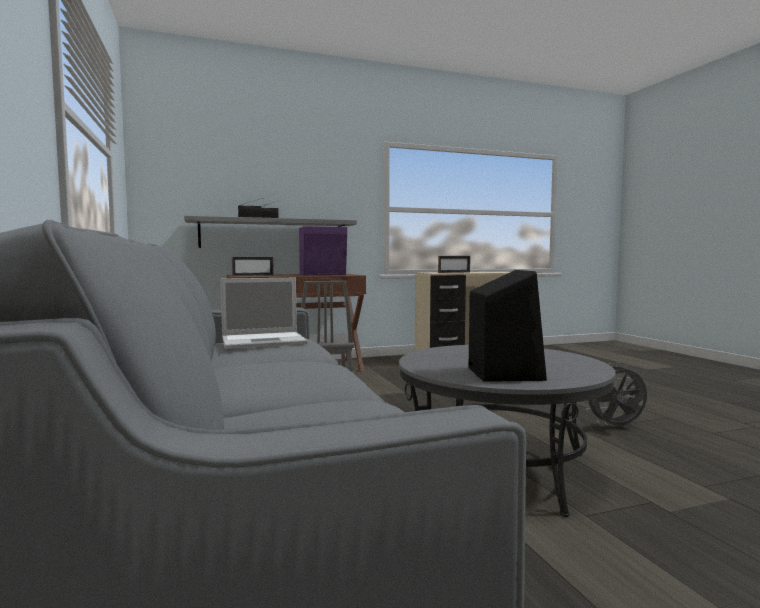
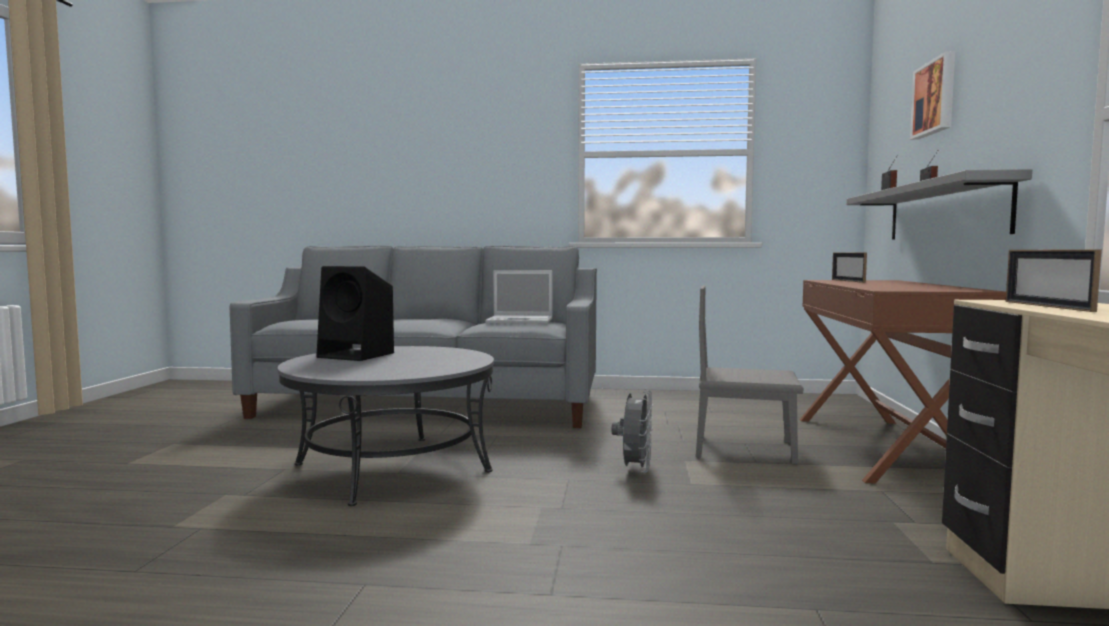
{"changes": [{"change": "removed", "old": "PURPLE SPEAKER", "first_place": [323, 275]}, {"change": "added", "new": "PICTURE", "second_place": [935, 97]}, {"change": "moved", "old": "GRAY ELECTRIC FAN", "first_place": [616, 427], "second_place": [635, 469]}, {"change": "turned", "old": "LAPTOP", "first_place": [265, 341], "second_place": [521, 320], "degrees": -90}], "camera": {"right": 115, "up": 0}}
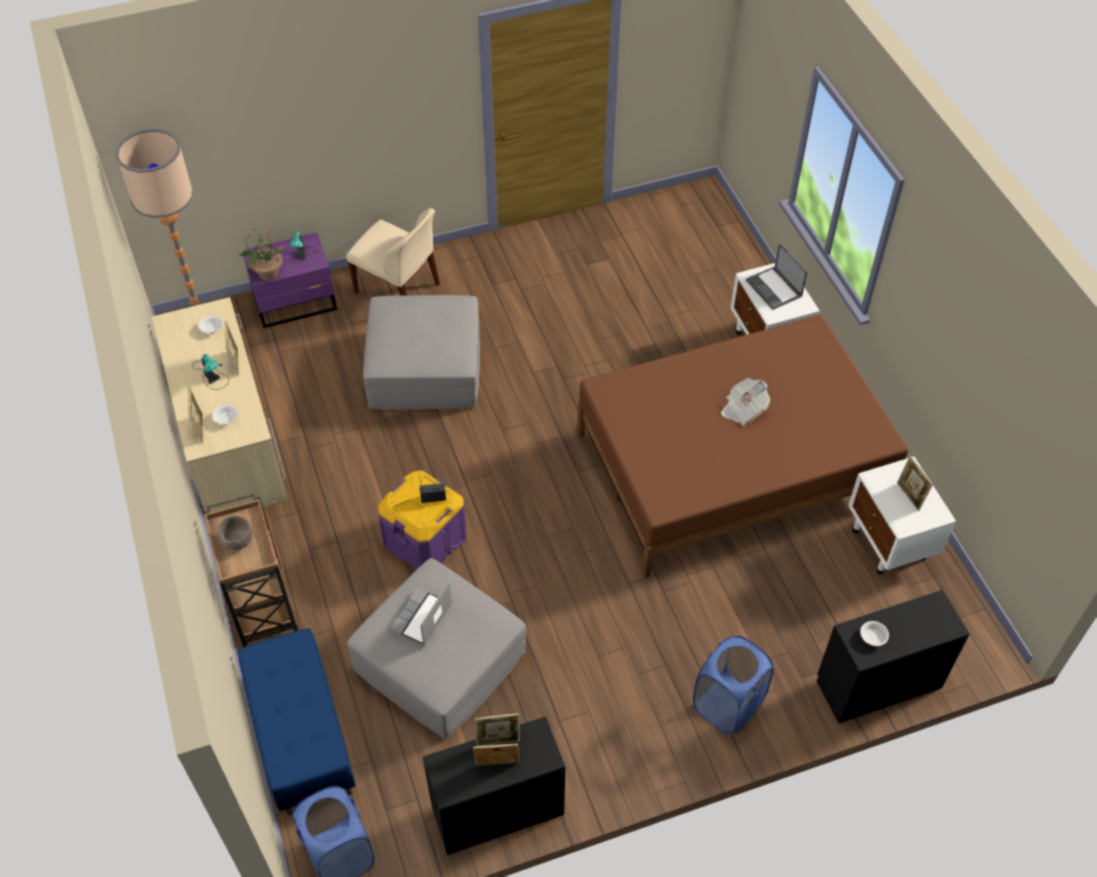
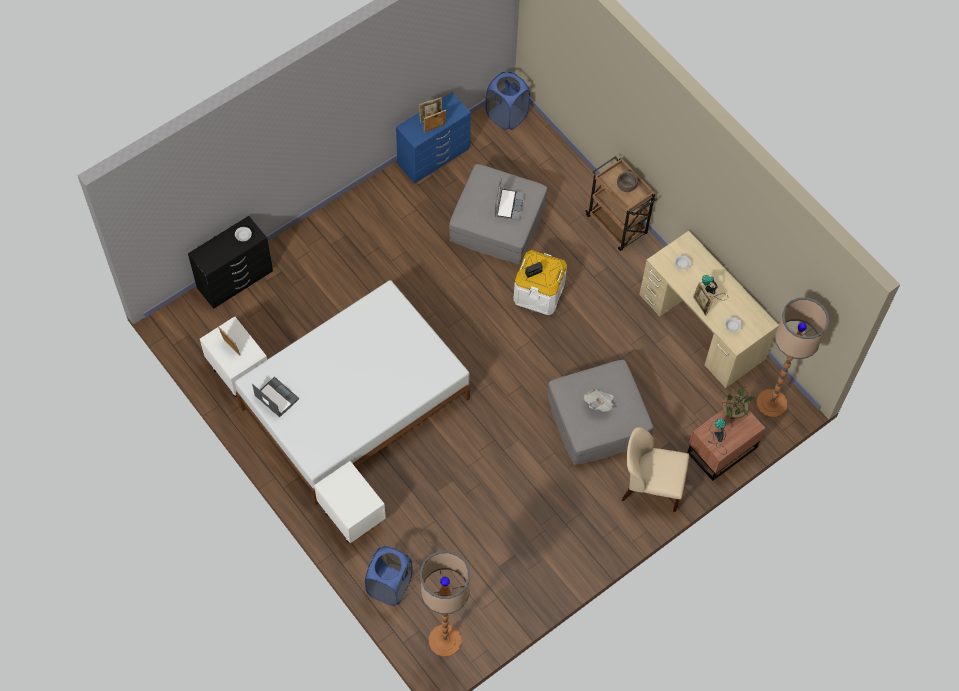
{"changes": [{"change": "removed", "old": "PHOTO FRAME", "first_place": [200, 428]}, {"change": "removed", "old": "BLUE BENCH", "first_place": [301, 737]}, {"change": "added", "new": "STANDARD LAMP", "second_place": [445, 640]}, {"change": "moved", "old": "BLUE WASHING BASKET", "first_place": [727, 705], "second_place": [389, 586]}, {"change": "moved", "old": "DAILY PAPER", "first_place": [743, 409], "second_place": [599, 404]}, {"change": "moved", "old": "LAPTOP", "first_place": [774, 288], "second_place": [276, 397]}, {"change": "recoloured", "old": "PURPLE NIGHTSTAND", "new": "BROWN NIGHTSTAND", "first_place": [296, 303], "second_place": [720, 450]}, {"change": "recoloured", "old": "PURPLE STORAGE BOX", "new": "WHITE STORAGE BOX", "first_place": [425, 540], "second_place": [539, 292]}, {"change": "recoloured", "old": "BLACK-COLOURED DRAWER CHEST", "new": "BLUE DRAWER CHEST", "first_place": [496, 809], "second_place": [434, 157]}, {"change": "recoloured", "old": "BROWN BEDROOM BED", "new": "WHITE BEDROOM BED", "first_place": [732, 466], "second_place": [354, 402]}], "camera": {"right": 160, "up": 10}}
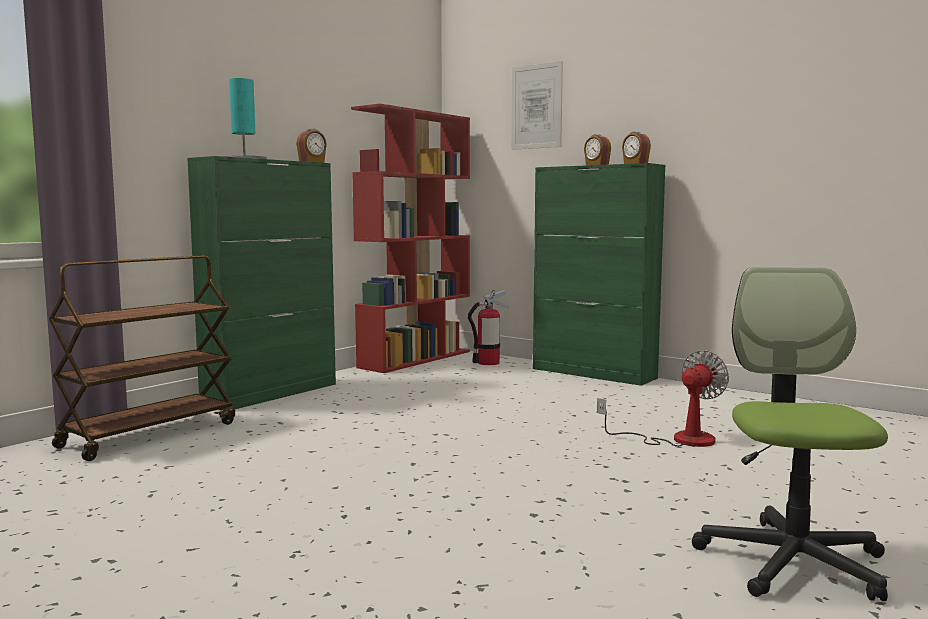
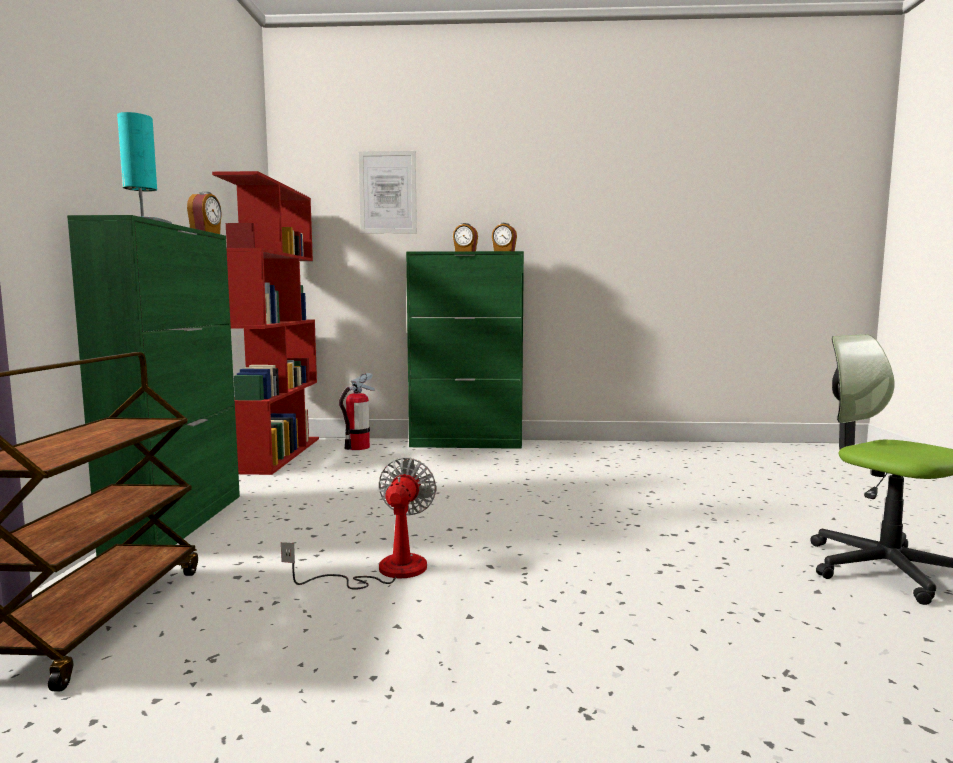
{"changes": [{"change": "moved", "old": "ELECTRIC FAN", "first_place": [678, 439], "second_place": [384, 571]}], "camera": {"right": -35, "up": 0}}
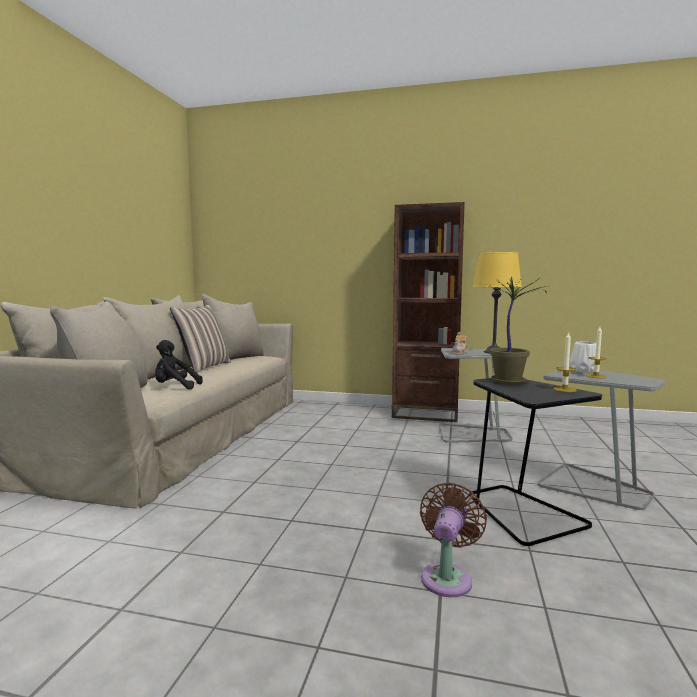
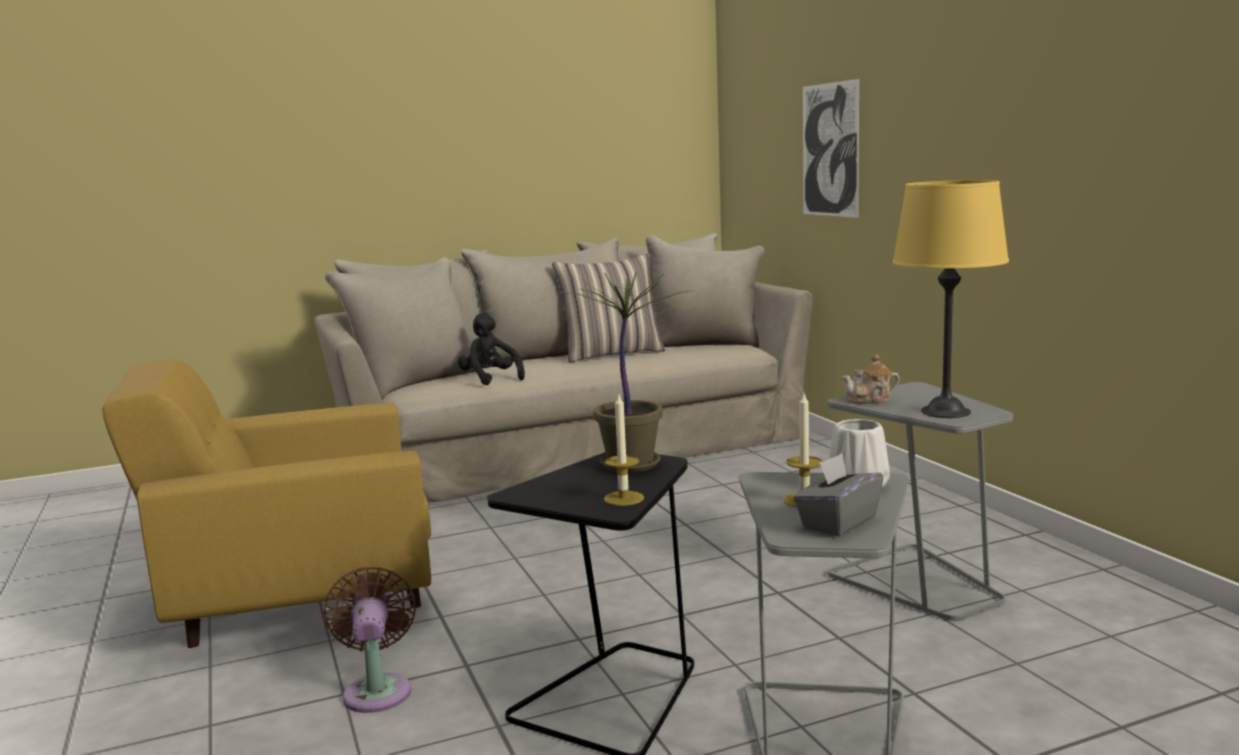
{"changes": [{"change": "removed", "old": "BROWN SHELVING UNIT", "first_place": [425, 414]}, {"change": "added", "new": "YELLOW EASY CHAIR", "second_place": [296, 596]}, {"change": "added", "new": "GRAY TISSUE HOLDER", "second_place": [838, 523]}, {"change": "added", "new": "PICTURE", "second_place": [830, 150]}, {"change": "turned", "old": "BROWN ELECTRIC FAN", "first_place": [447, 577], "second_place": [377, 690], "degrees": -90}], "camera": {"right": 55, "up": 5}}
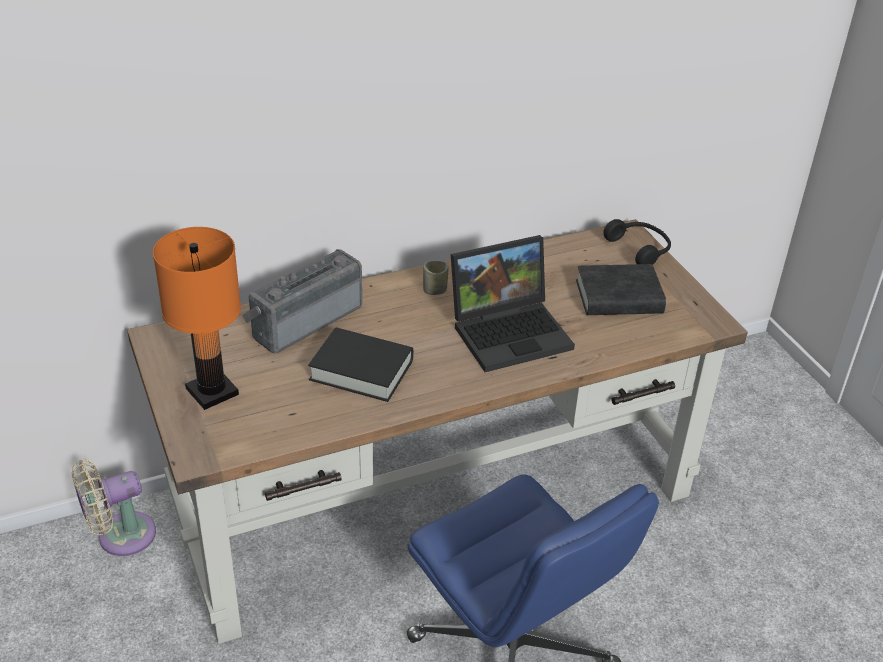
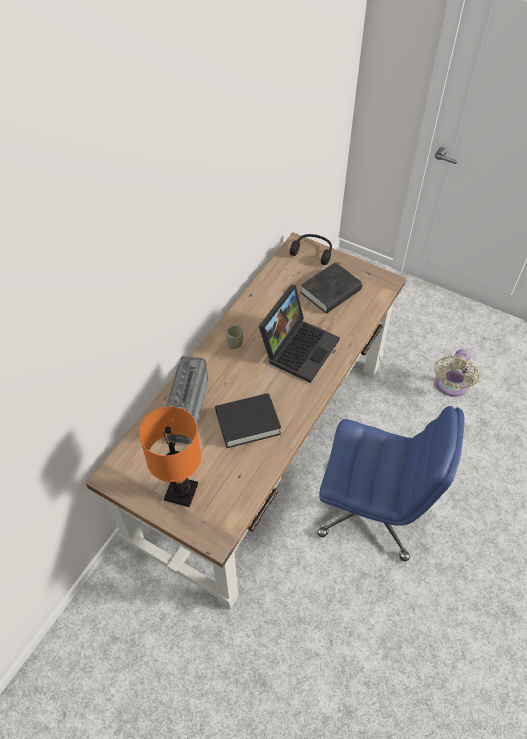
{"changes": [{"change": "moved", "old": "BEIGE-COLOURED ELECTRIC FAN", "first_place": [120, 536], "second_place": [450, 386]}], "camera": {"right": -35, "up": 15}}
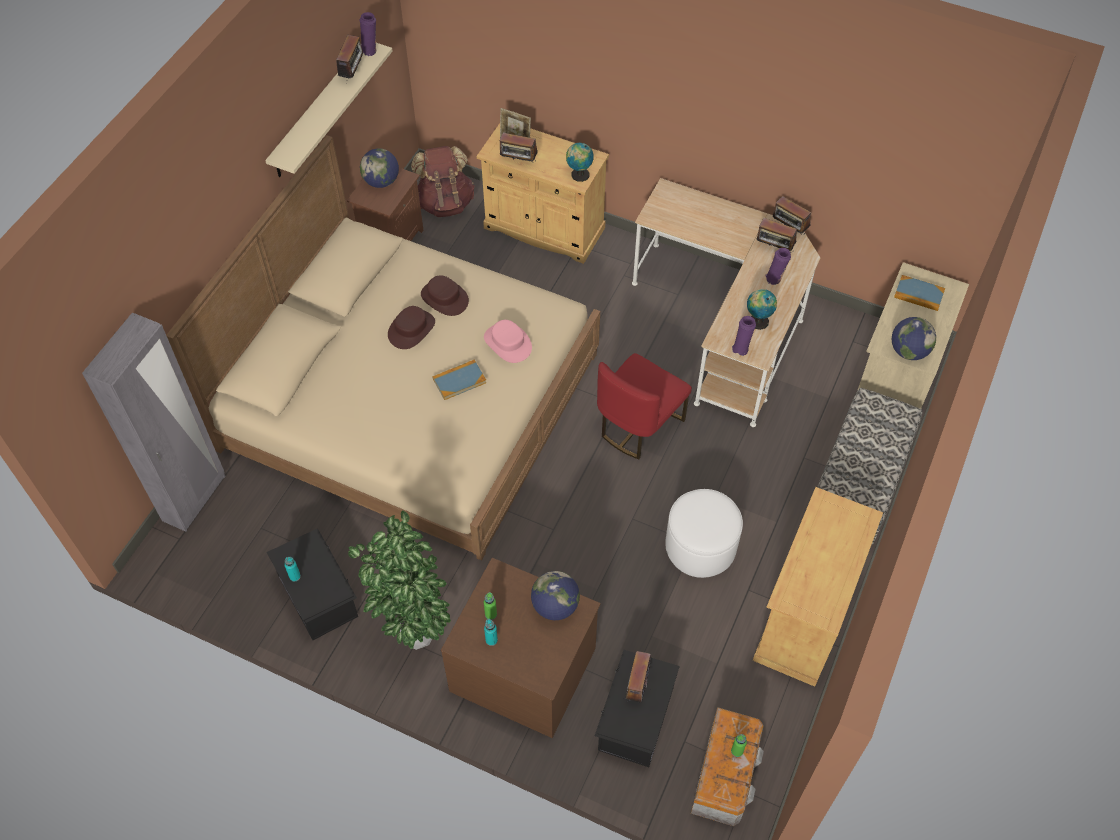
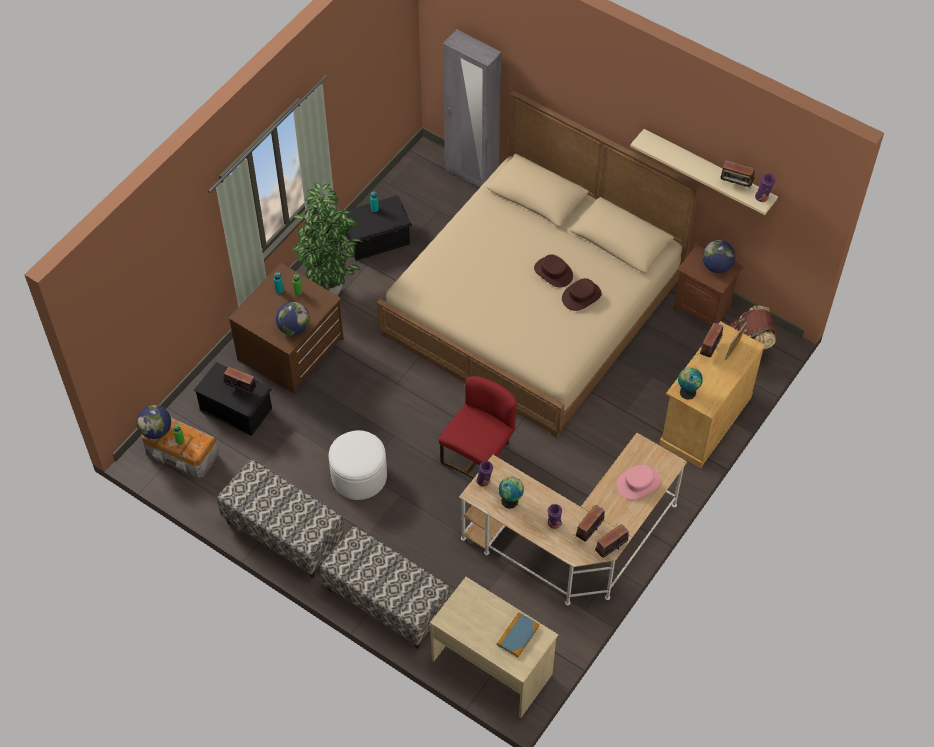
{"changes": [{"change": "removed", "old": "BOOK", "first_place": [459, 381]}, {"change": "moved", "old": "PINKISH HAT", "first_place": [508, 343], "second_place": [638, 483]}, {"change": "moved", "old": "GLOBE", "first_place": [908, 351], "second_place": [156, 430]}, {"change": "replaced", "old": "BEIGE-COLOURED STORAGE CABINET", "new": "BENCH", "first_place": [805, 615], "second_place": [283, 533]}, {"change": "turned", "old": "RED PLAIN CHAIR", "first_place": [638, 425], "second_place": [479, 455], "degrees": 75}], "camera": {"right": 100, "up": 0}}
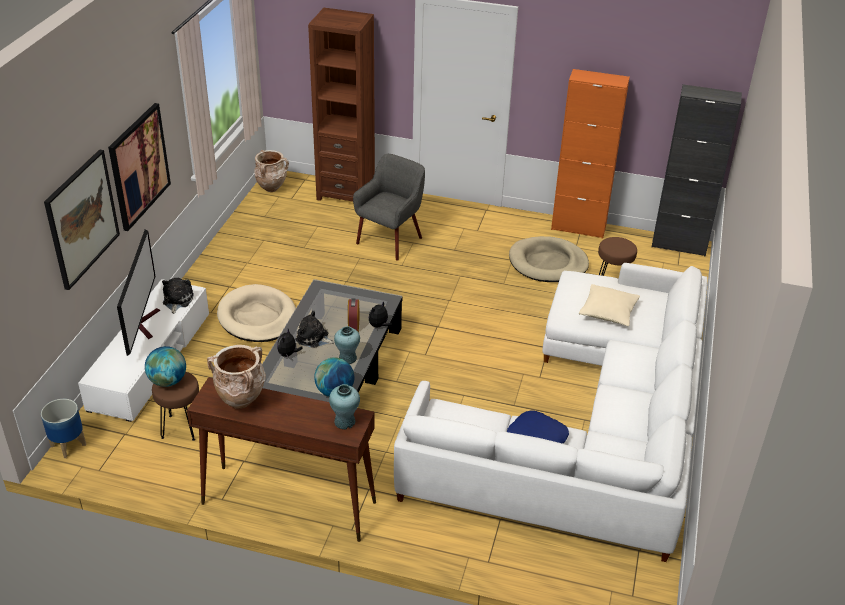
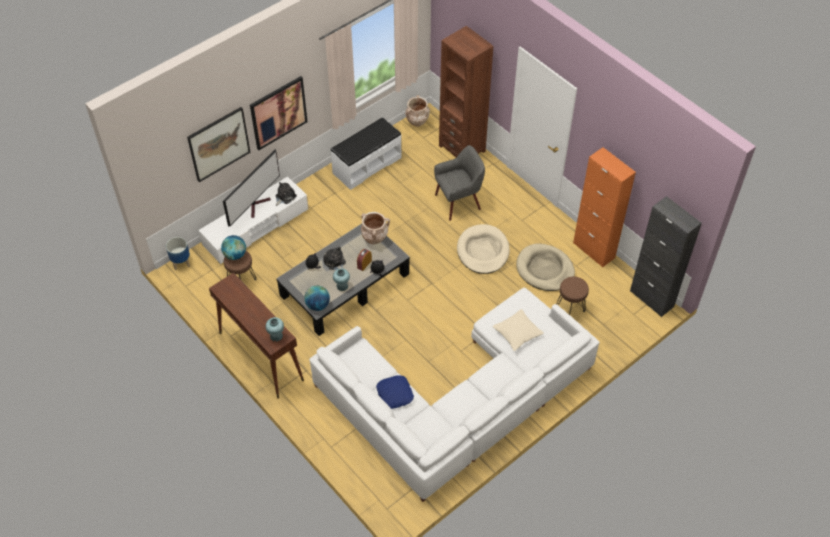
{"changes": [{"change": "added", "new": "WHITE BENCH", "second_place": [366, 165]}, {"change": "moved", "old": "BEIGE-COLOURED FLOWER VASE", "first_place": [242, 402], "second_place": [375, 240]}, {"change": "moved", "old": "BEIGE-COLOURED DOG BED", "first_place": [258, 317], "second_place": [483, 251]}], "camera": {"right": 35, "up": 15}}
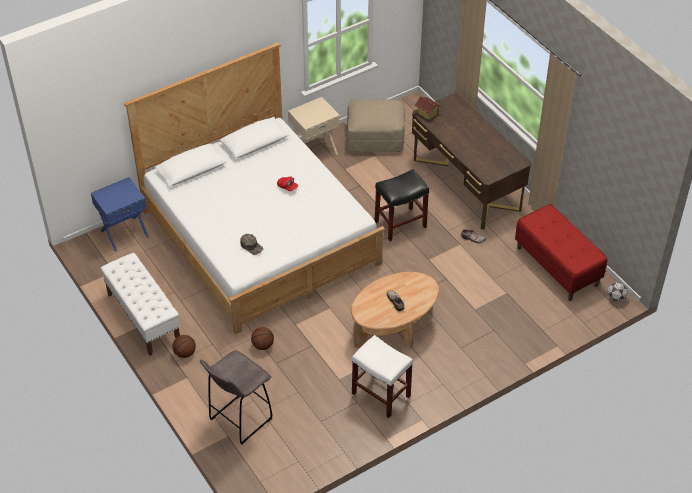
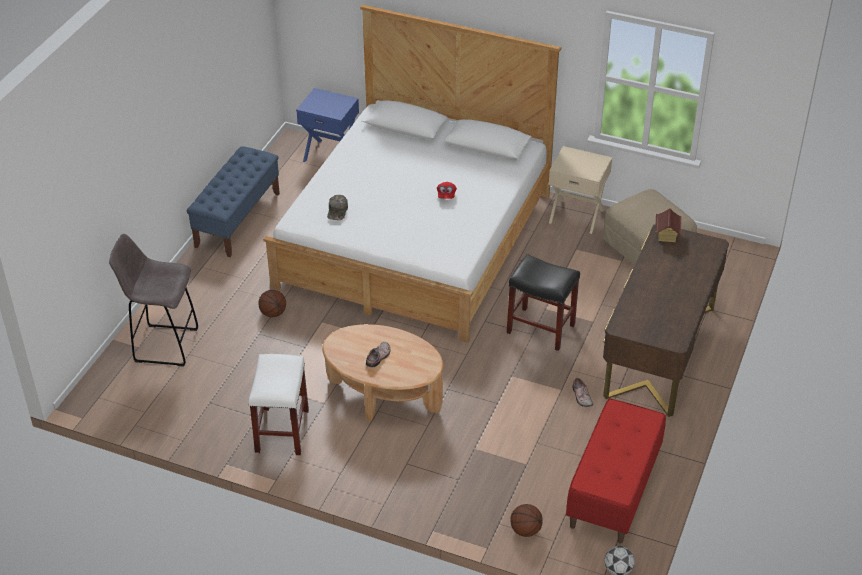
{"changes": [{"change": "moved", "old": "BASKETBALL", "first_place": [184, 353], "second_place": [525, 530]}, {"change": "recoloured", "old": "WHITE BENCH", "new": "BLUE BENCH", "first_place": [143, 317], "second_place": [238, 219]}], "camera": {"right": 55, "up": -5}}
